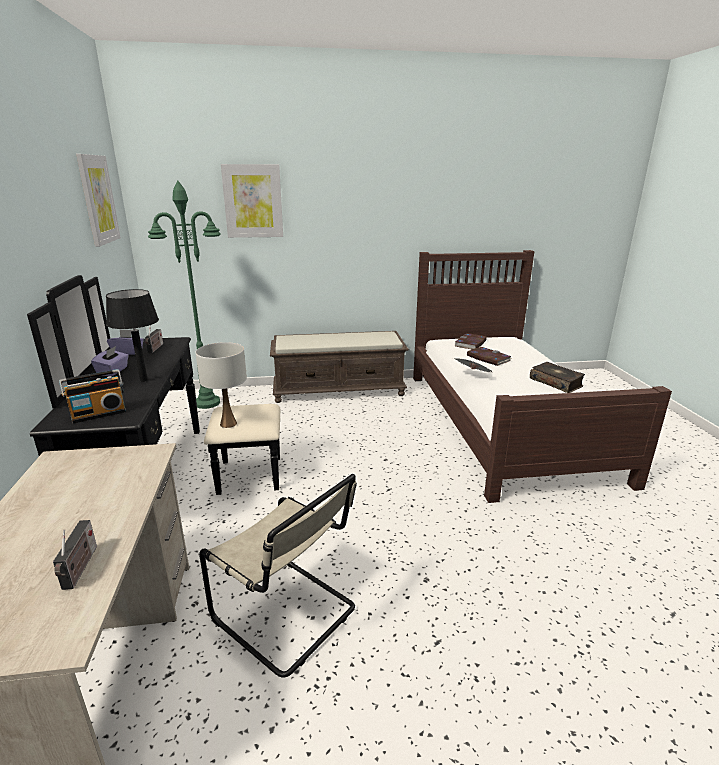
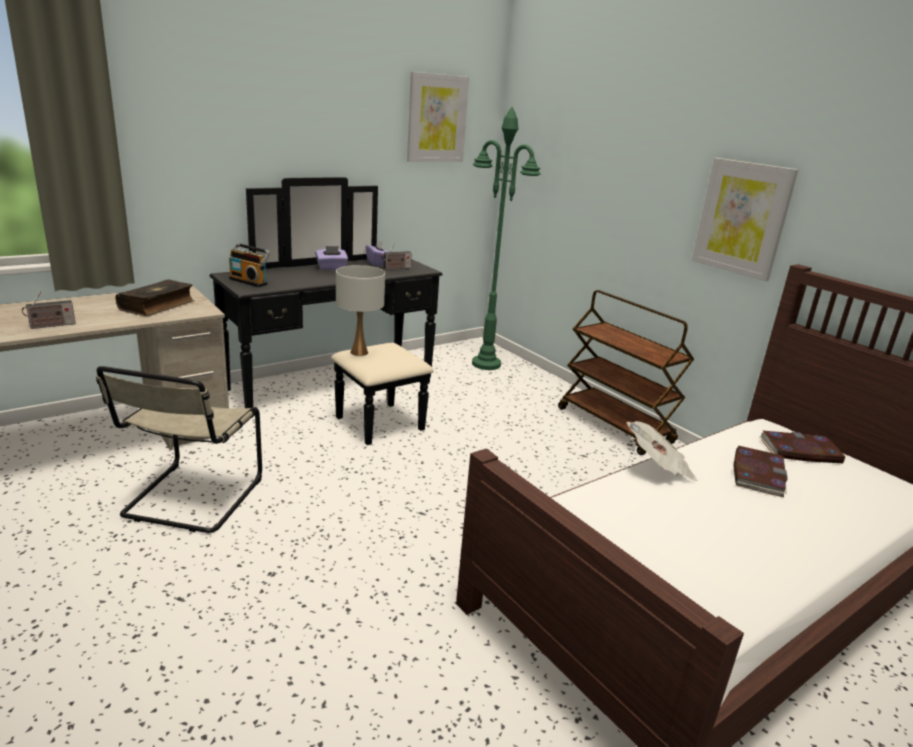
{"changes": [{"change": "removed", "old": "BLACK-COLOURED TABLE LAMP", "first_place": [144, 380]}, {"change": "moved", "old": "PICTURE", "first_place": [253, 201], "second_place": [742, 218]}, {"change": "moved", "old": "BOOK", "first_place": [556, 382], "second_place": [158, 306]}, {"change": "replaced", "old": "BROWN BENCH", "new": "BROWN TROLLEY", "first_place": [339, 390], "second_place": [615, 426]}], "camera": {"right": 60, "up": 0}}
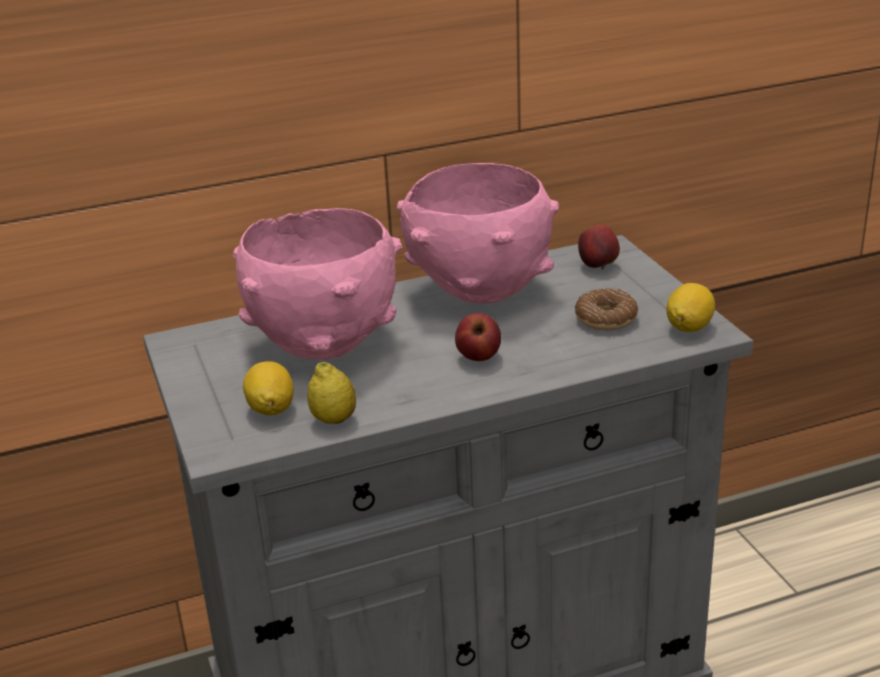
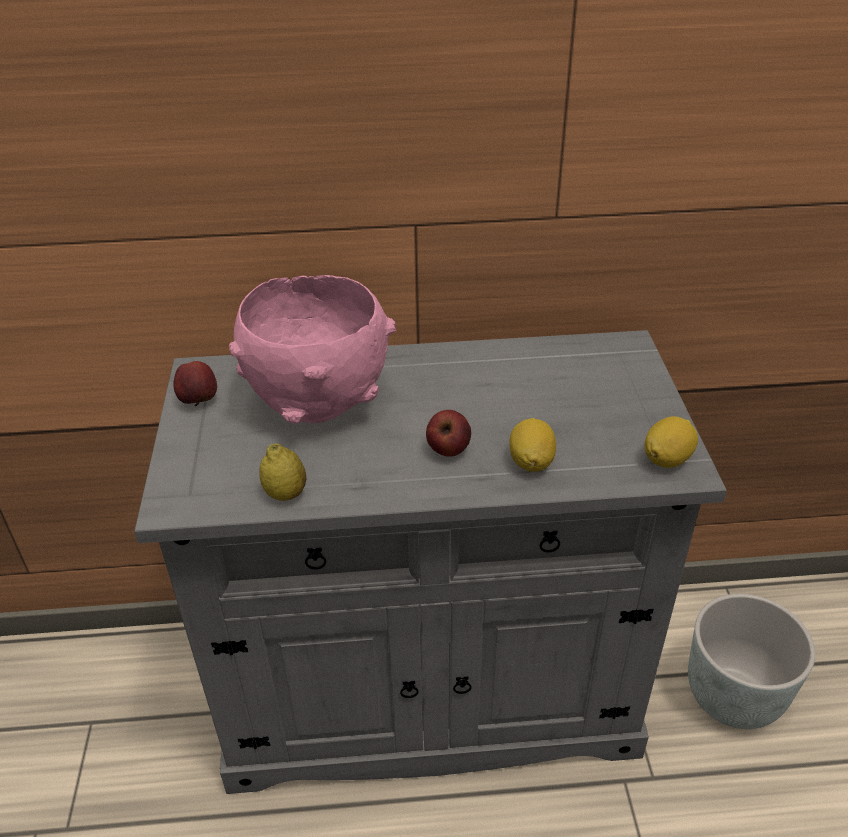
{"changes": [{"change": "removed", "old": "PINKISH BOWL", "first_place": [479, 291]}, {"change": "removed", "old": "DOUGHNUT", "first_place": [605, 319]}, {"change": "added", "new": "GRAY PLANTER", "second_place": [734, 696]}, {"change": "moved", "old": "LEMON", "first_place": [271, 408], "second_place": [531, 461]}, {"change": "moved", "old": "APPLE", "first_place": [598, 266], "second_place": [199, 400]}], "camera": {"right": 15, "up": 10}}
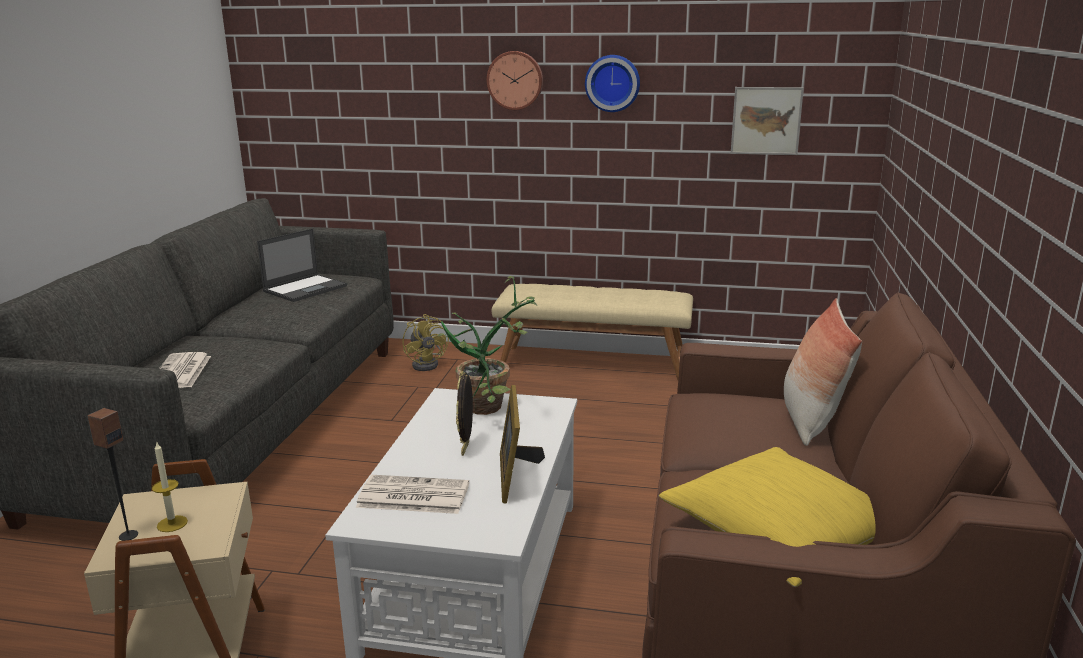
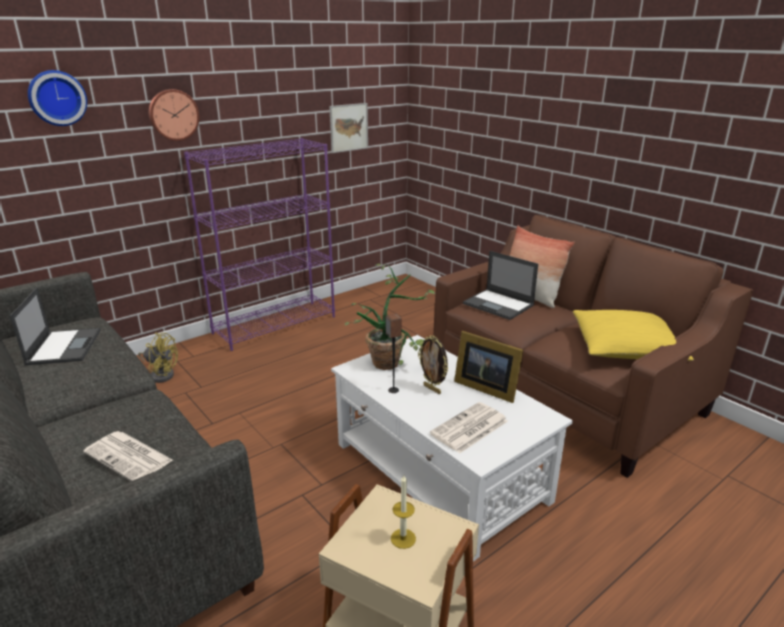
{"changes": [{"change": "added", "new": "LAPTOP", "second_place": [499, 304]}, {"change": "moved", "old": "SPEAKER", "first_place": [128, 535], "second_place": [393, 390]}, {"change": "moved", "old": "WALL CLOCK", "first_place": [612, 83], "second_place": [57, 98]}, {"change": "replaced", "old": "BEIGE-COLOURED BENCH", "new": "PURPLE SHELVING UNIT", "first_place": [593, 363], "second_place": [275, 324]}], "camera": {"right": -50, "up": 5}}
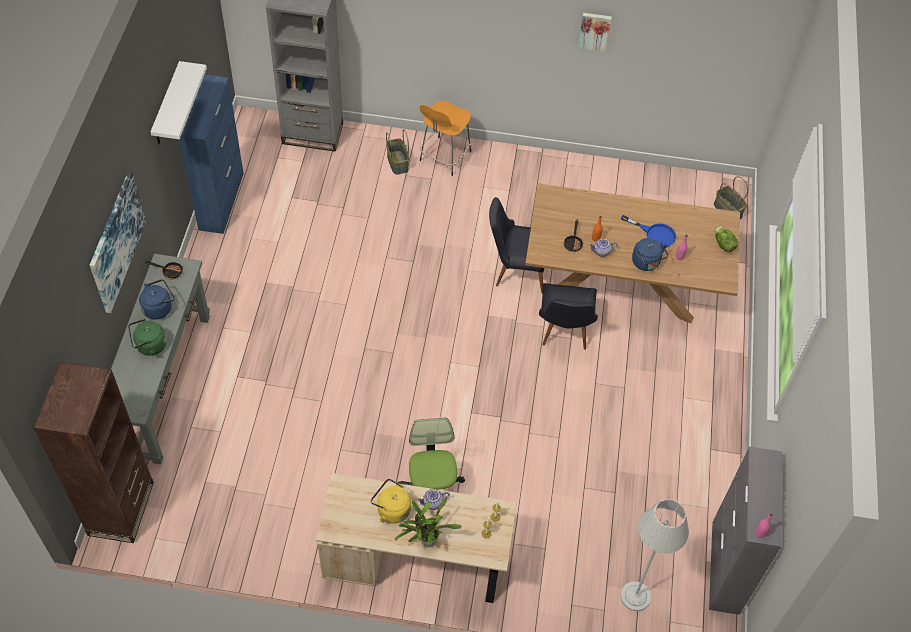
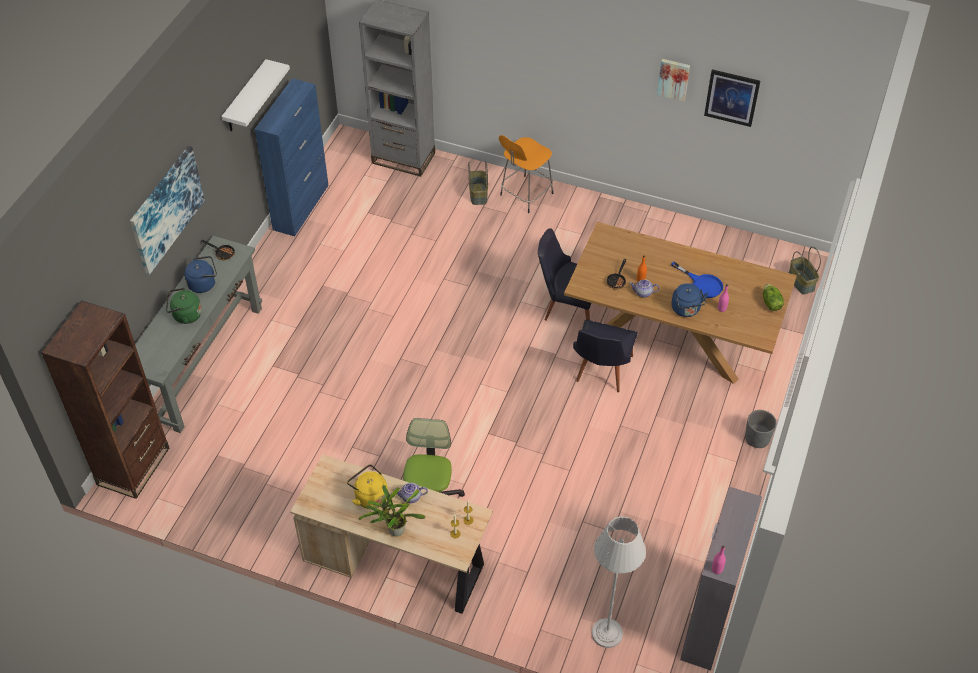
{"changes": [{"change": "added", "new": "PICTURE", "second_place": [732, 97]}, {"change": "added", "new": "GRAY PLANTER", "second_place": [757, 438]}], "camera": {"right": 15, "up": -5}}
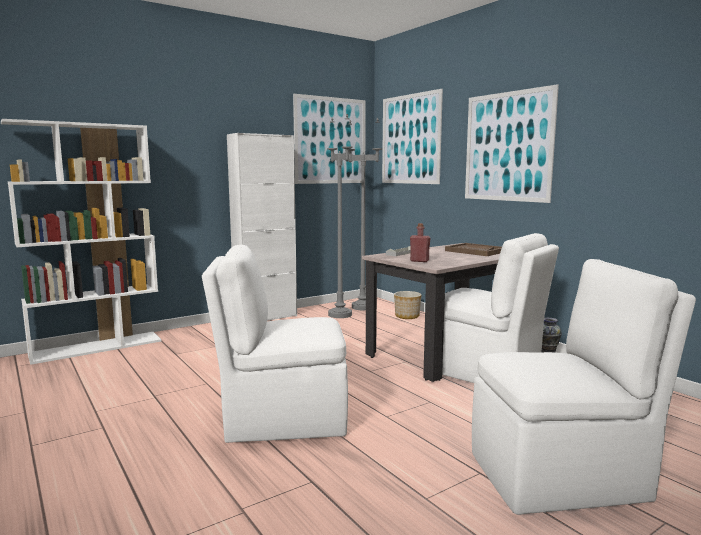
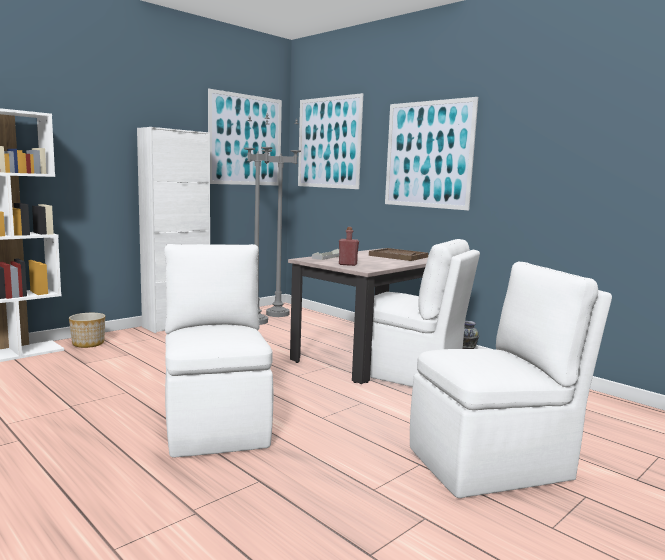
{"changes": [{"change": "moved", "old": "PLANTER", "first_place": [407, 316], "second_place": [88, 343]}, {"change": "turned", "old": "WHITE PLAIN CHAIR", "first_place": [282, 419], "second_place": [216, 424], "degrees": 90}], "camera": {"right": -10, "up": 0}}
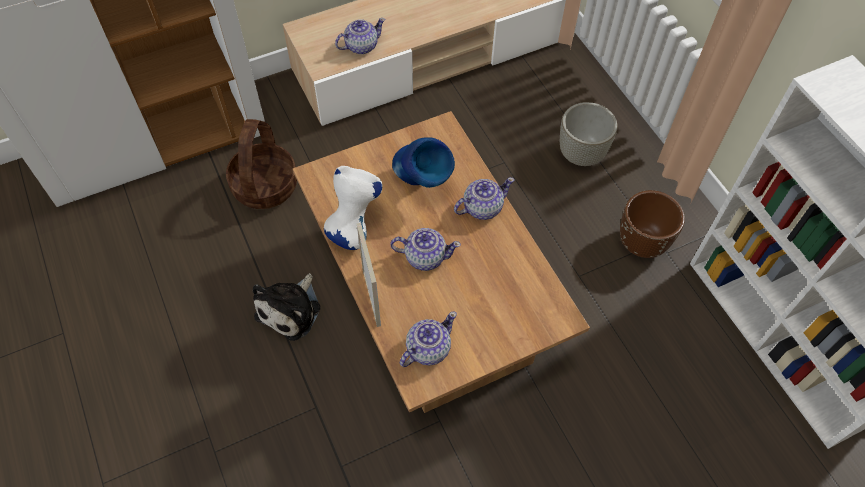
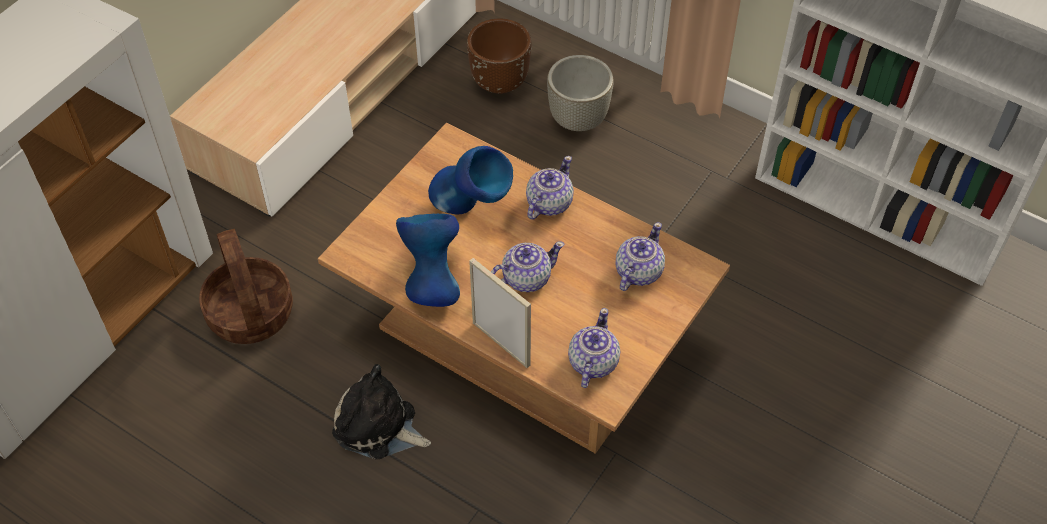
{"changes": [{"change": "moved", "old": "TEAPOT", "first_place": [361, 46], "second_place": [638, 272]}, {"change": "moved", "old": "BROWN PLANTER", "first_place": [642, 243], "second_place": [500, 82]}, {"change": "recoloured", "old": "WHITE FLOWER VASE", "new": "BLUE FLOWER VASE", "first_place": [355, 227], "second_place": [431, 284]}, {"change": "turned", "old": "SOFT TOY", "first_place": [291, 309], "second_place": [378, 427], "degrees": 120}], "camera": {"right": -30, "up": -5}}
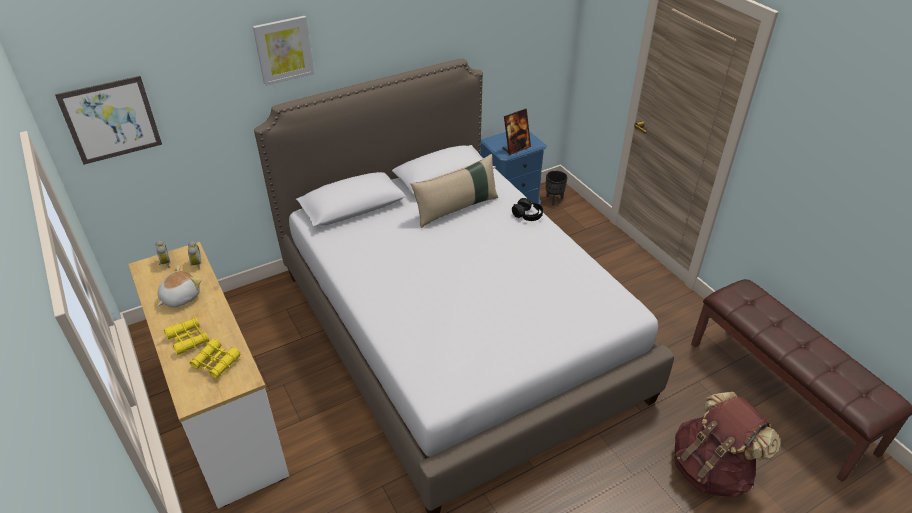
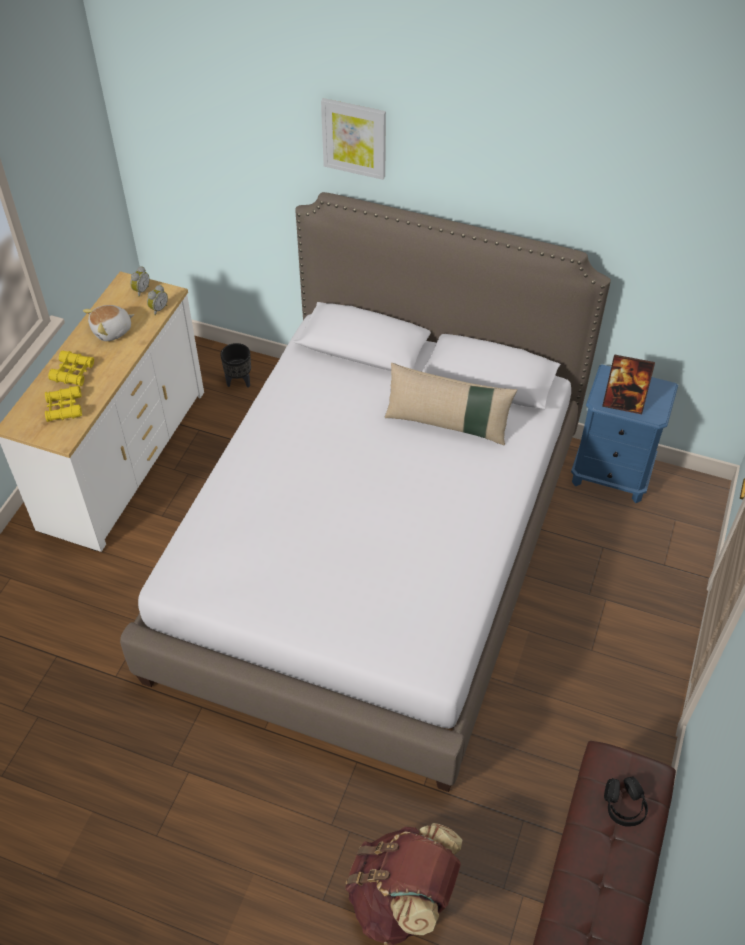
{"changes": [{"change": "removed", "old": "PICTURE", "first_place": [111, 120]}, {"change": "moved", "old": "BLACK-COLOURED PAIR OF HEADPHONES", "first_place": [527, 215], "second_place": [624, 805]}, {"change": "moved", "old": "BLACK-COLOURED PLANTER", "first_place": [553, 199], "second_place": [239, 381]}, {"change": "turned", "old": "SOFT TOY", "first_place": [180, 297], "second_place": [112, 331], "degrees": 150}], "camera": {"right": 50, "up": 10}}
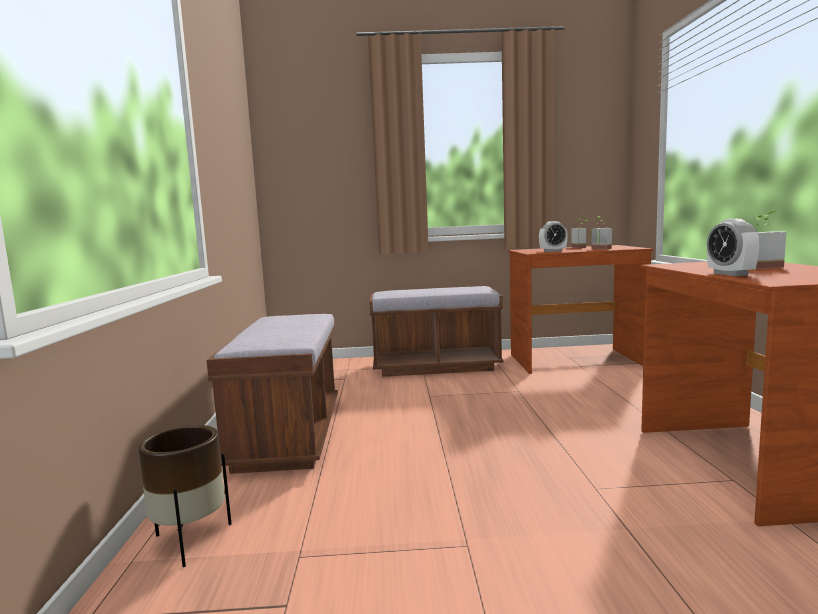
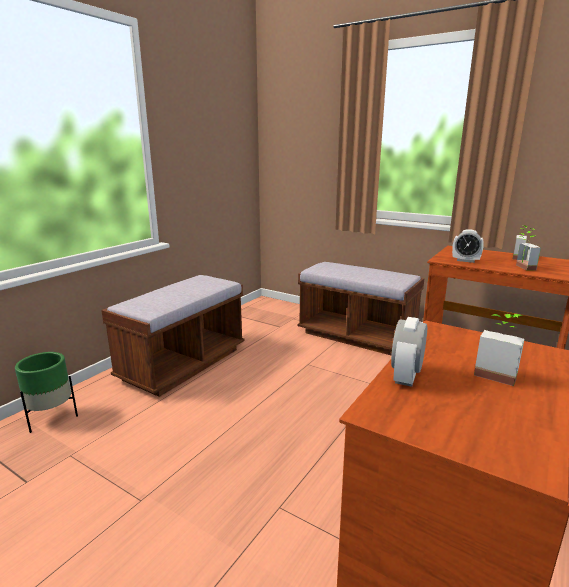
{"changes": [{"change": "recoloured", "old": "BROWN PLANTER", "new": "GREEN PLANTER", "first_place": [190, 541], "second_place": [51, 418]}], "camera": {"right": 35, "up": 10}}
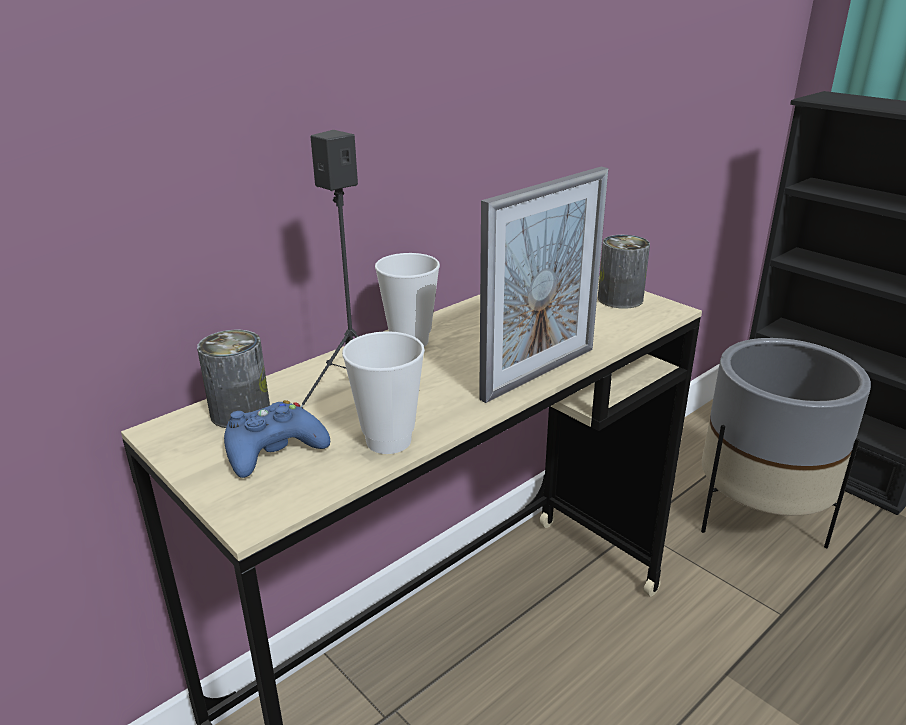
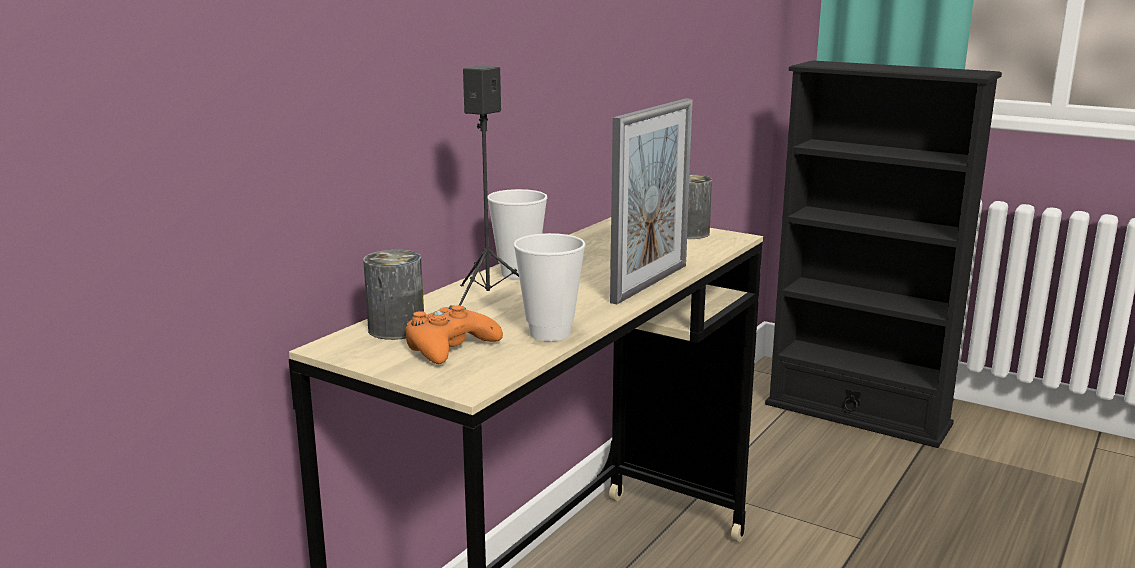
{"changes": [{"change": "removed", "old": "GRAY PLANTER", "first_place": [758, 517]}, {"change": "recoloured", "old": "BLUE GAME CONTROLLER", "new": "ORANGE GAME CONTROLLER", "first_place": [273, 450], "second_place": [450, 348]}], "camera": {"right": -15, "up": -10}}
